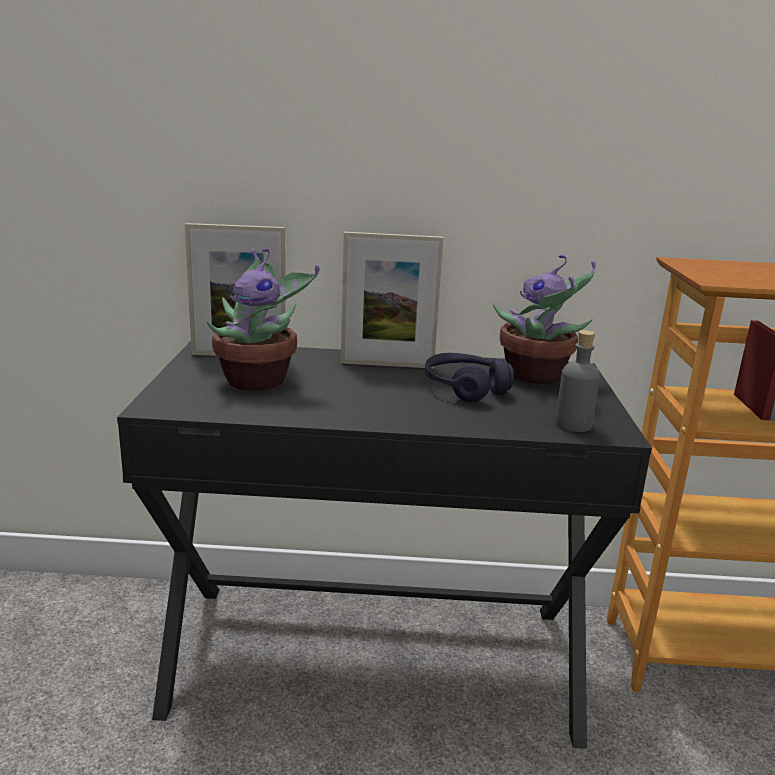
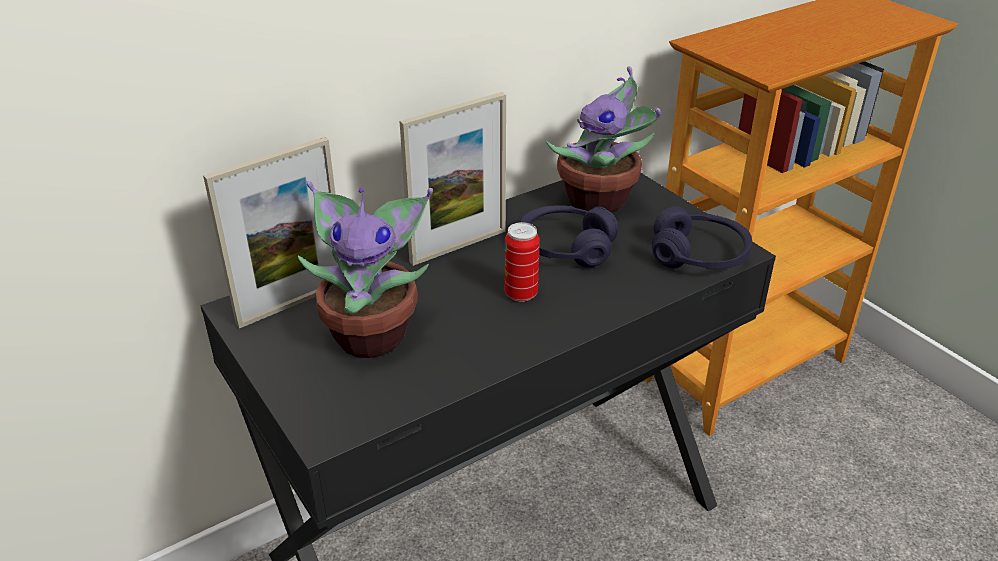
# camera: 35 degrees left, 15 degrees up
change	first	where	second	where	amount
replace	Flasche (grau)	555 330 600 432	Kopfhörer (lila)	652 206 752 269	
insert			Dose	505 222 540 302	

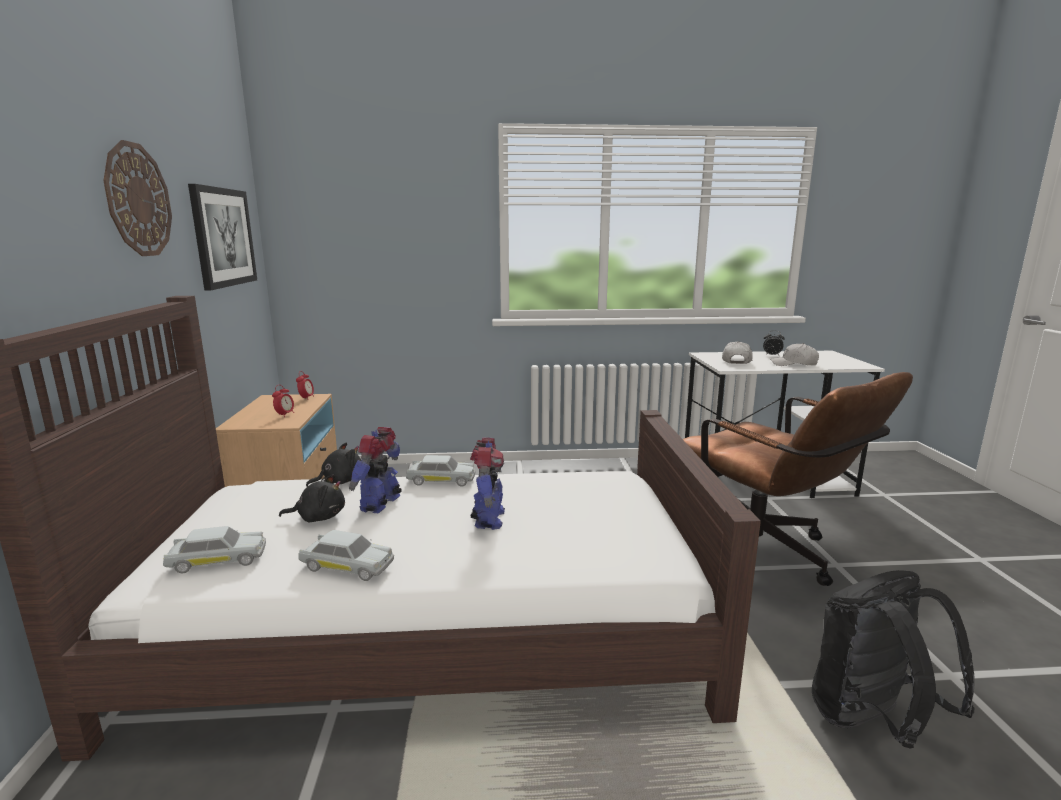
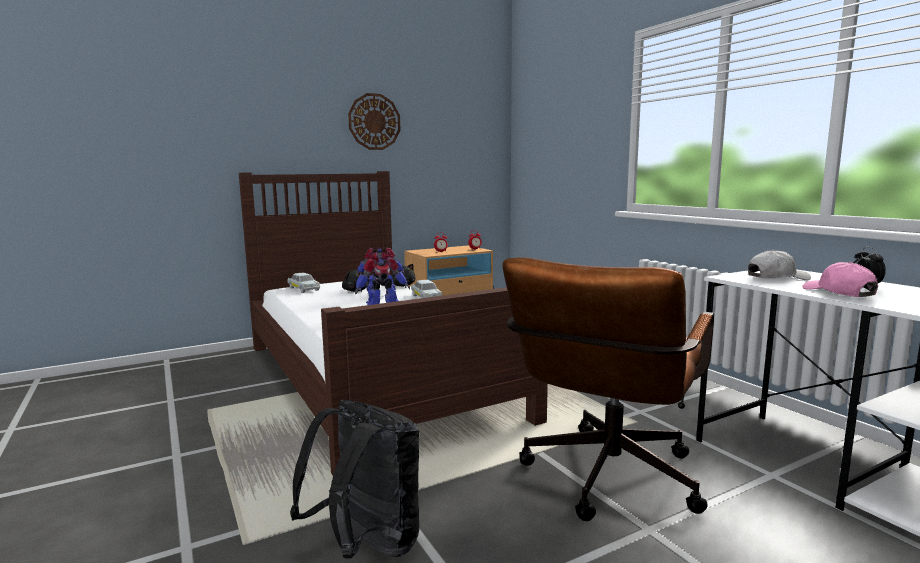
# camera: 65 degrees right, 5 degrees down
change	first	where	second	where	amount
delete	Bild	188 184 257 290			
recolor	Kappe (weiß)	770 343 819 366	Kappe (rosa)	803 262 878 297	
delete	Spielzeugauto (weiß)	298 530 394 581			

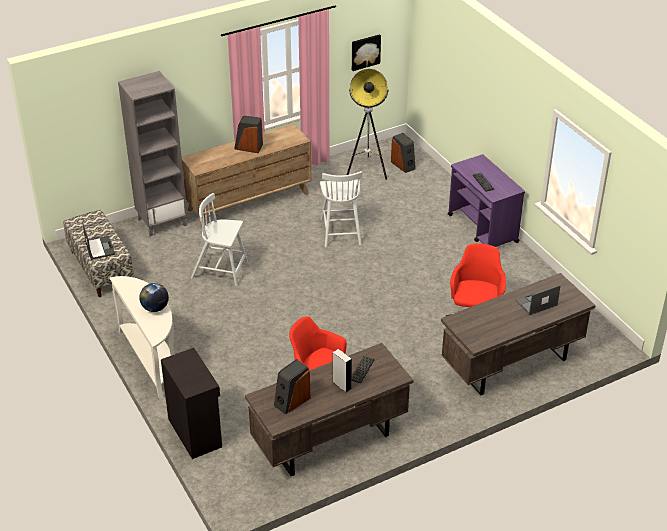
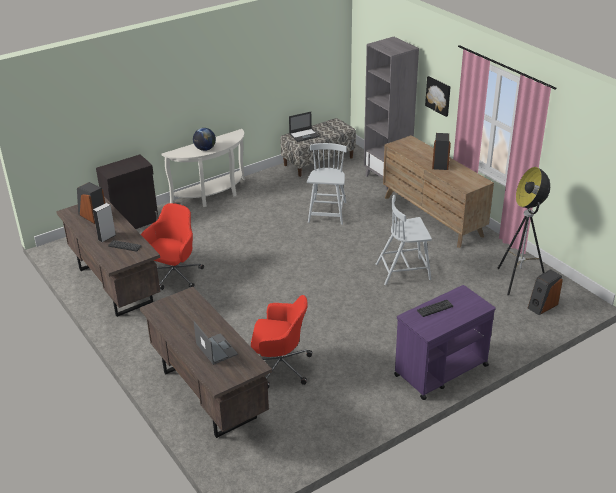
# camera: 85 degrees right, 5 degrees down
change	first	where	second	where	amount
move	Bild	352 34 381 71		425 76 450 117	

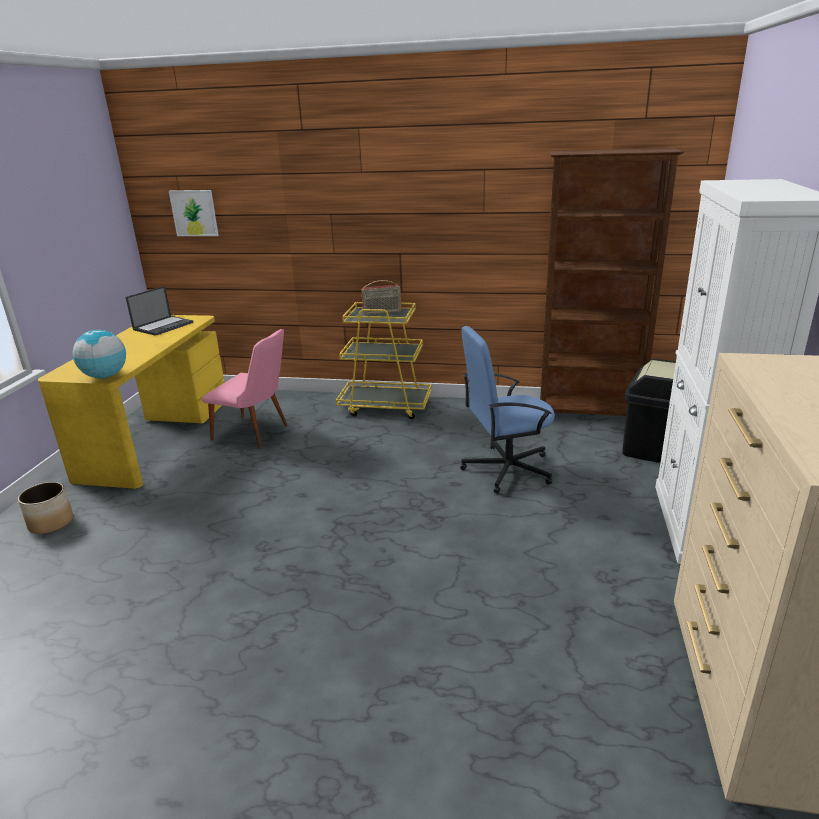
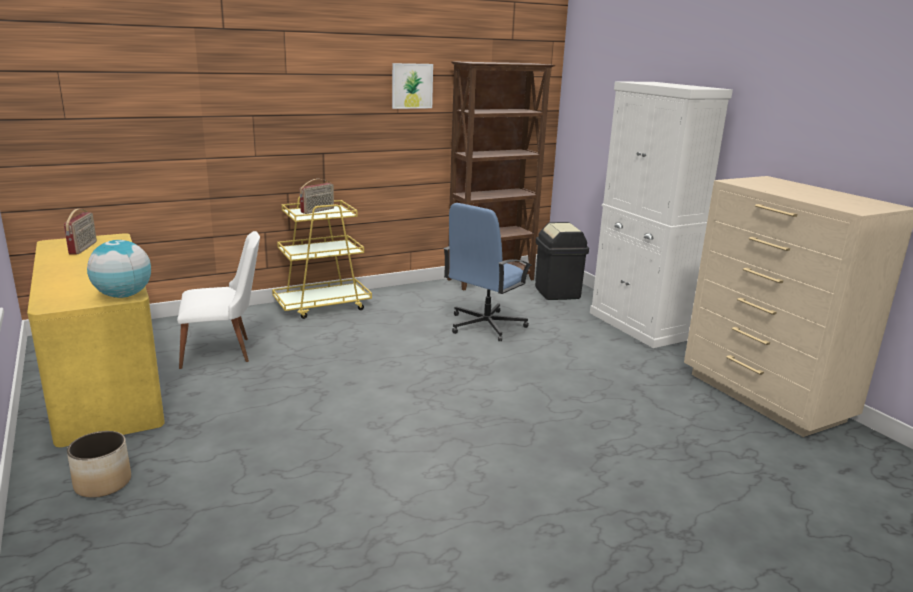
# camera: 40 degrees left, 5 degrees down
change	first	where	second	where	amount
move	Bild	169 190 219 236		392 63 433 109	
replace	Laptop	126 286 194 336	Radio	64 209 97 255	
recolor	Stuhl (rosa)	202 329 288 448	Stuhl (weiß)	177 231 260 369	

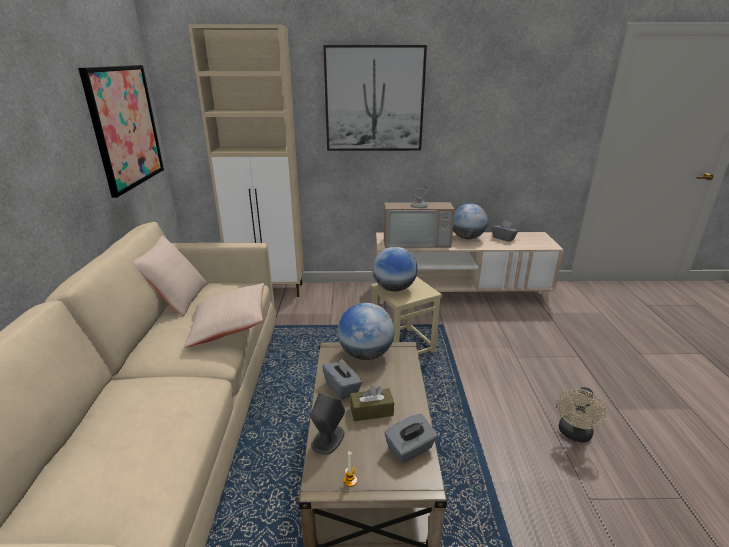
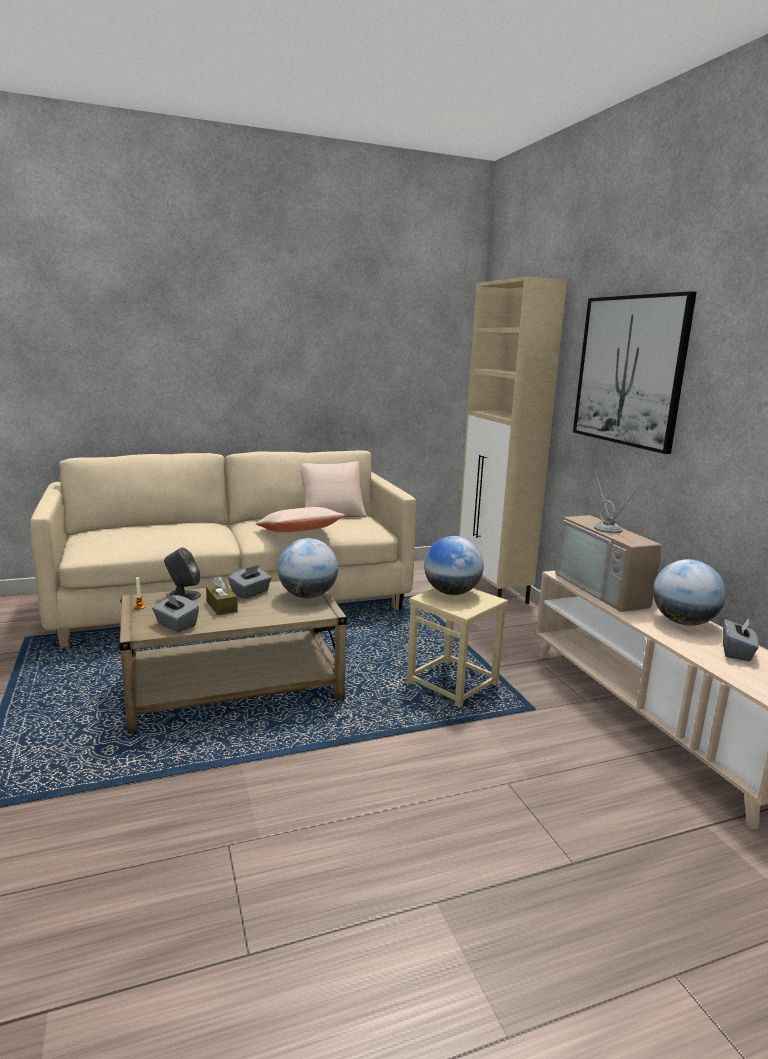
# camera: 70 degrees right, 10 degrees down
change	first	where	second	where	amount
delete	Bild	78 65 164 198			
delete	Ventilator (beige)	557 387 606 443			

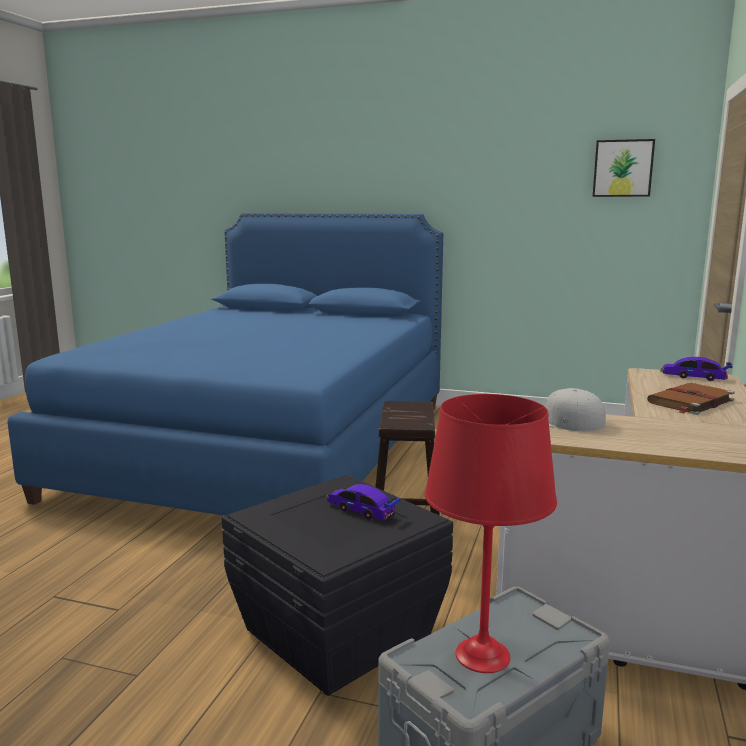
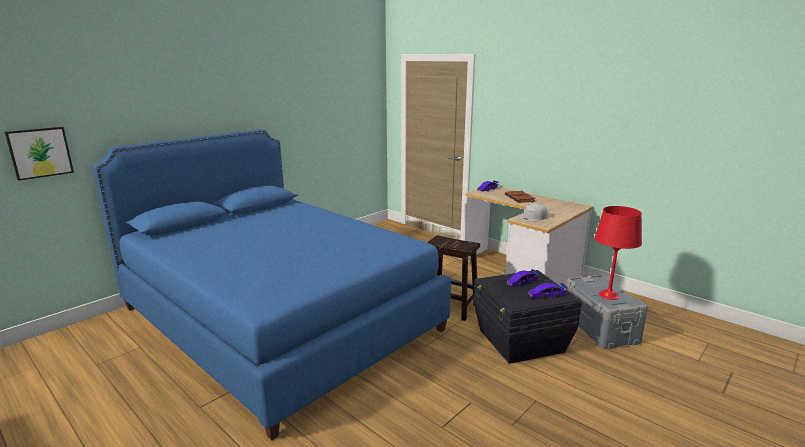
# camera: 65 degrees left, 5 degrees up
change	first	where	second	where	amount
move	Bild	593 139 655 197		5 127 74 181	
insert			Spielzeugauto	528 283 568 299	

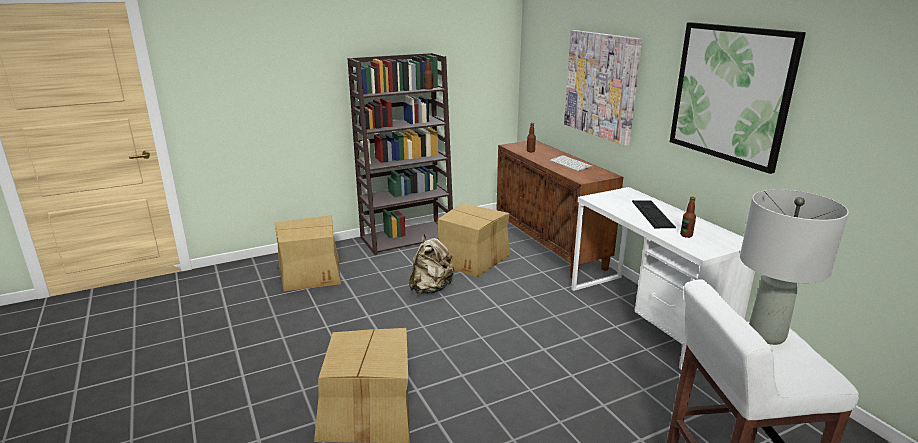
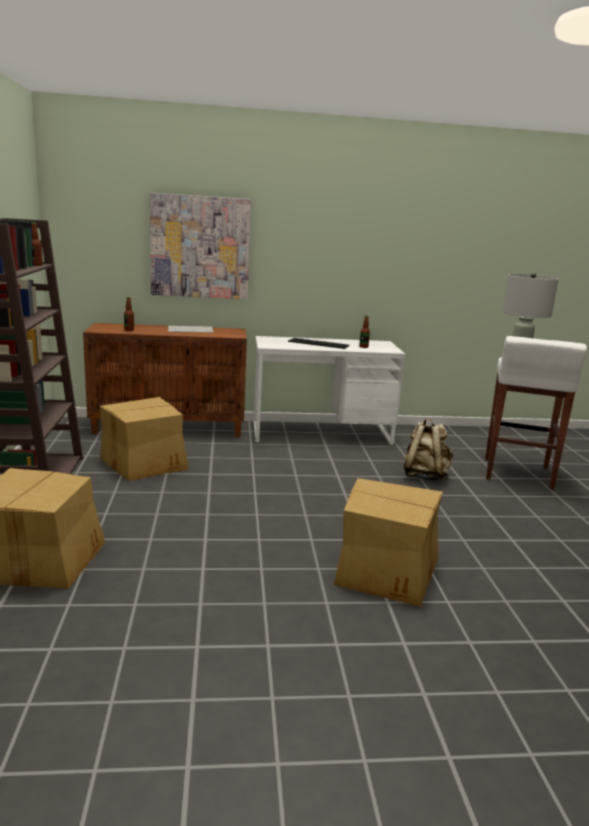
# camera: 70 degrees left, 5 degrees down
change	first	where	second	where	amount
delete	Bild	670 22 806 174			
move	Rucksack (beige)	409 234 454 294		404 418 453 481	

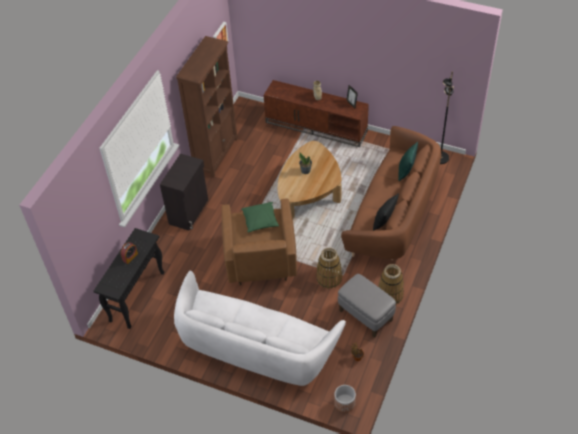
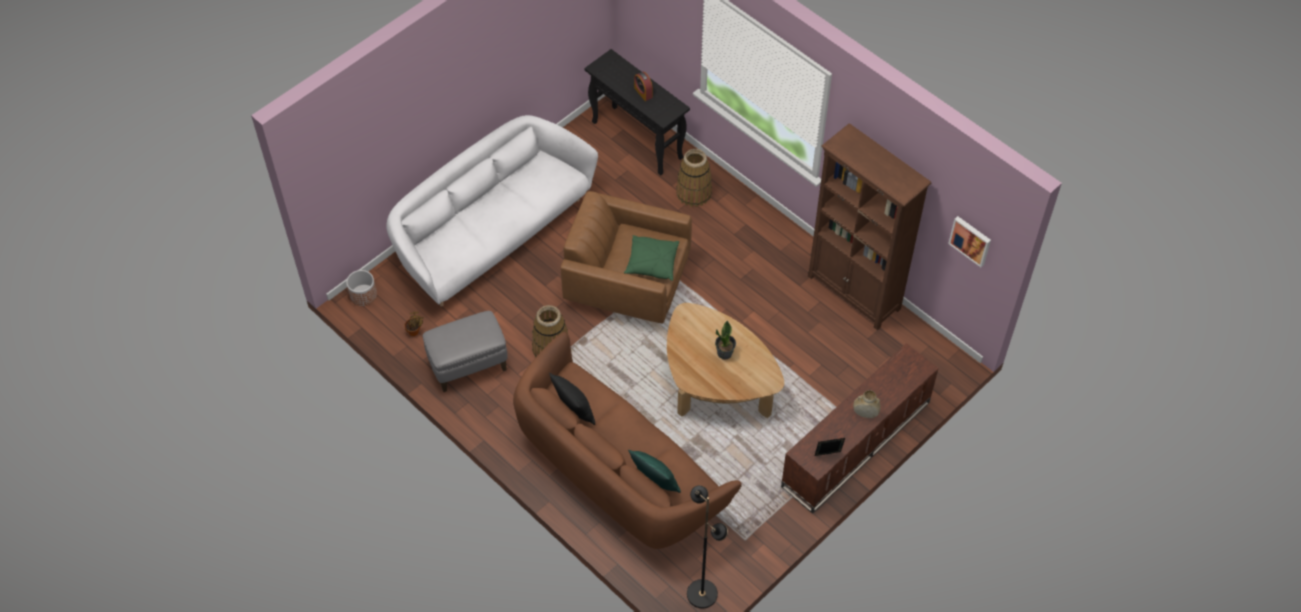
# camera: 110 degrees right, 5 degrees up
change	first	where	second	where	amount
delete	Schrank (schwarz)	160 153 208 231			
move	Korb	379 264 404 304		676 149 712 207	

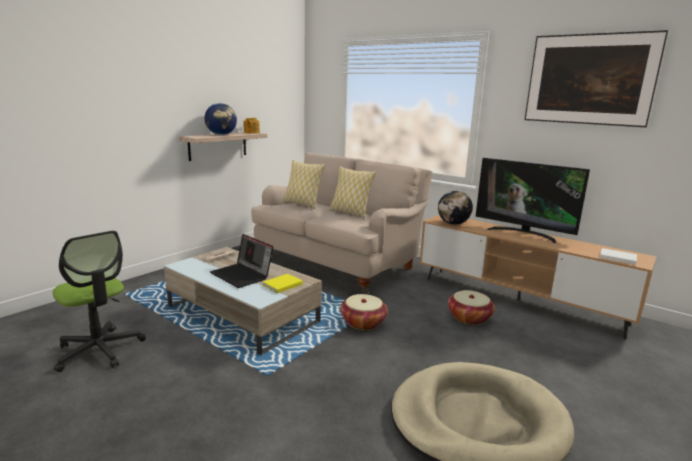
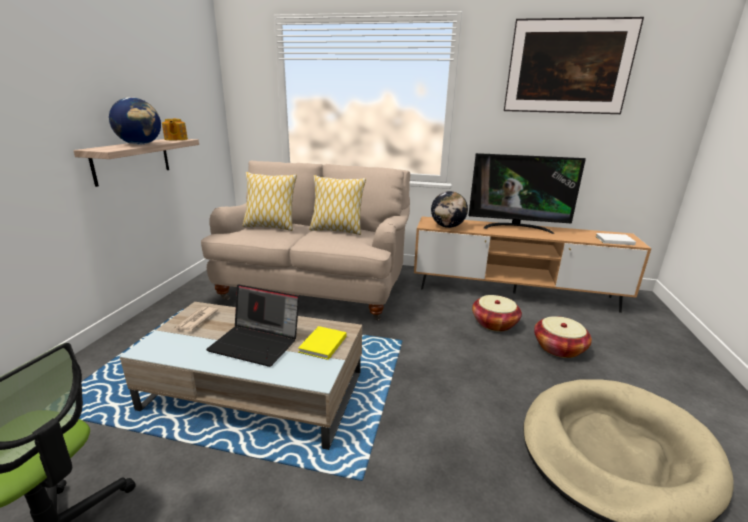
# camera: 25 degrees left, 5 degrees up
change	first	where	second	where	amount
move	Korb	340 294 387 330		534 316 592 358	

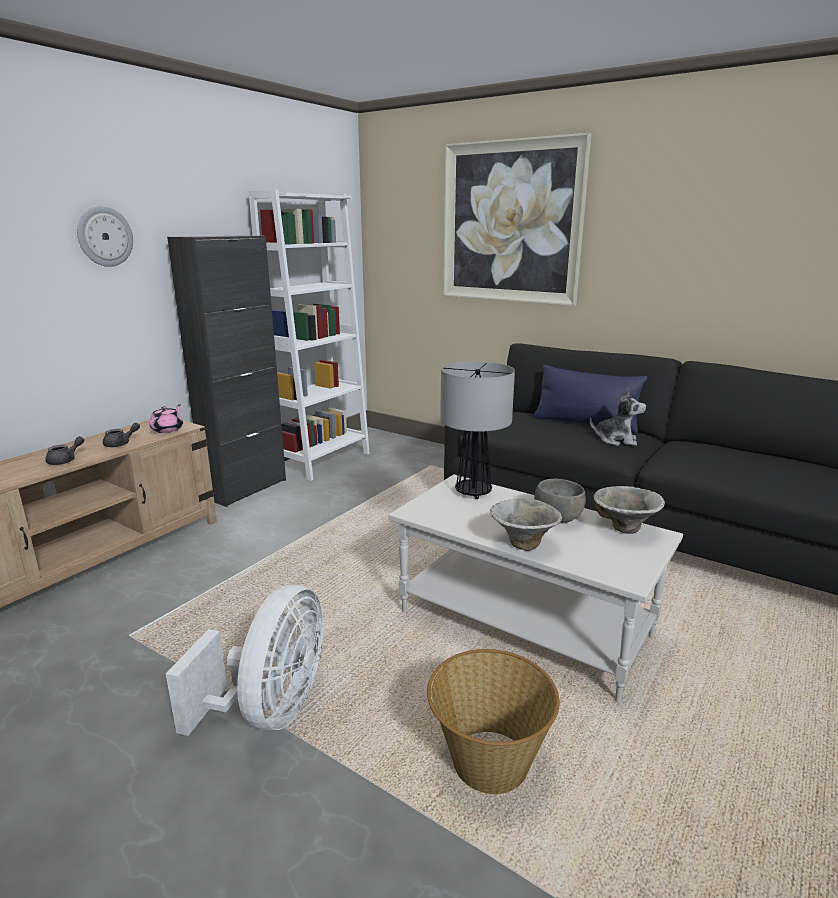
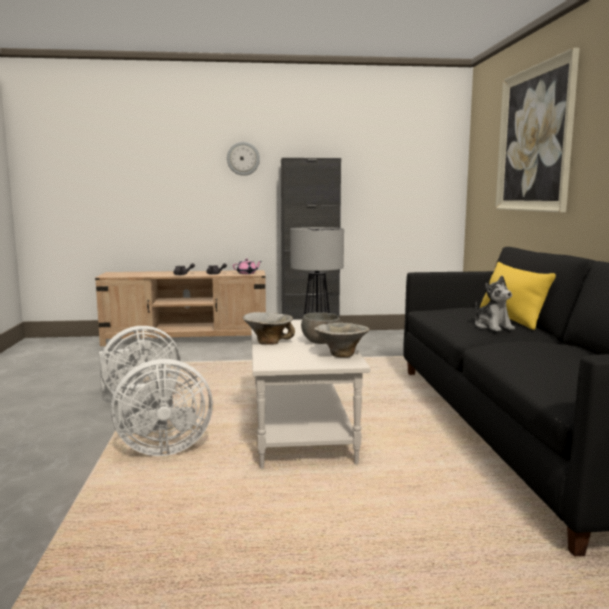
# camera: 50 degrees right, 10 degrees down
change	first	where	second	where	amount
delete	Bücherregal (weiß)	249 190 370 481			
recolor	Kissen (blau)	534 365 647 433	Kissen (gelb)	480 262 556 330	
replace	Korb	427 649 559 794	Ventilator (weiß)	111 359 213 456	

